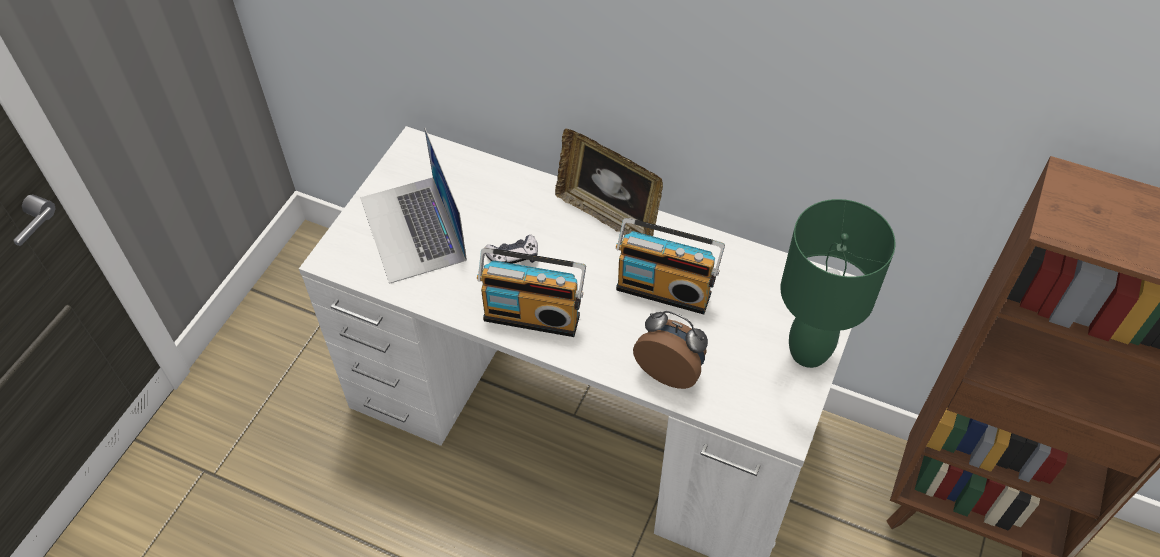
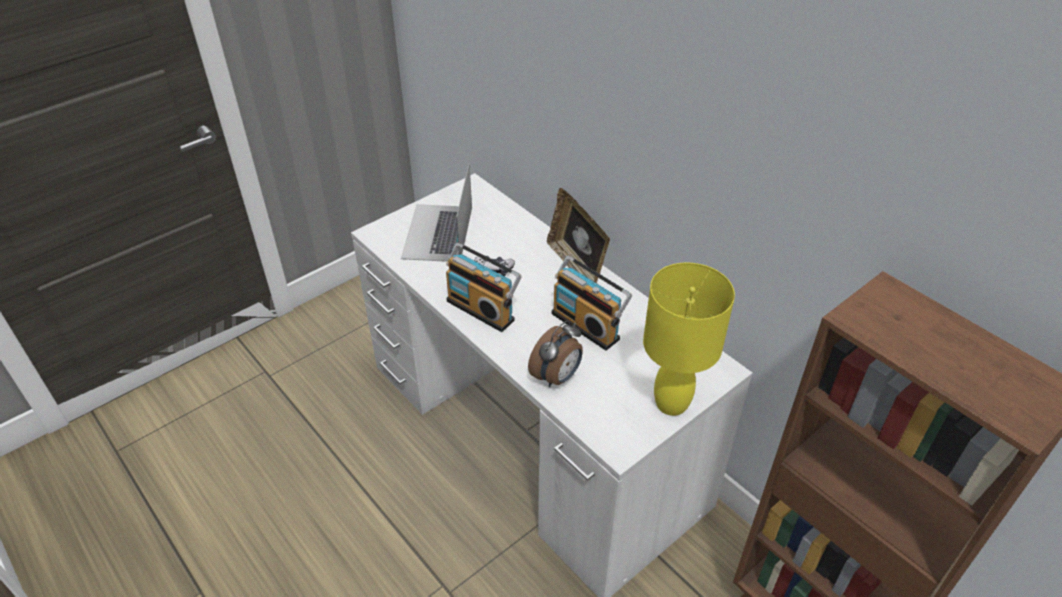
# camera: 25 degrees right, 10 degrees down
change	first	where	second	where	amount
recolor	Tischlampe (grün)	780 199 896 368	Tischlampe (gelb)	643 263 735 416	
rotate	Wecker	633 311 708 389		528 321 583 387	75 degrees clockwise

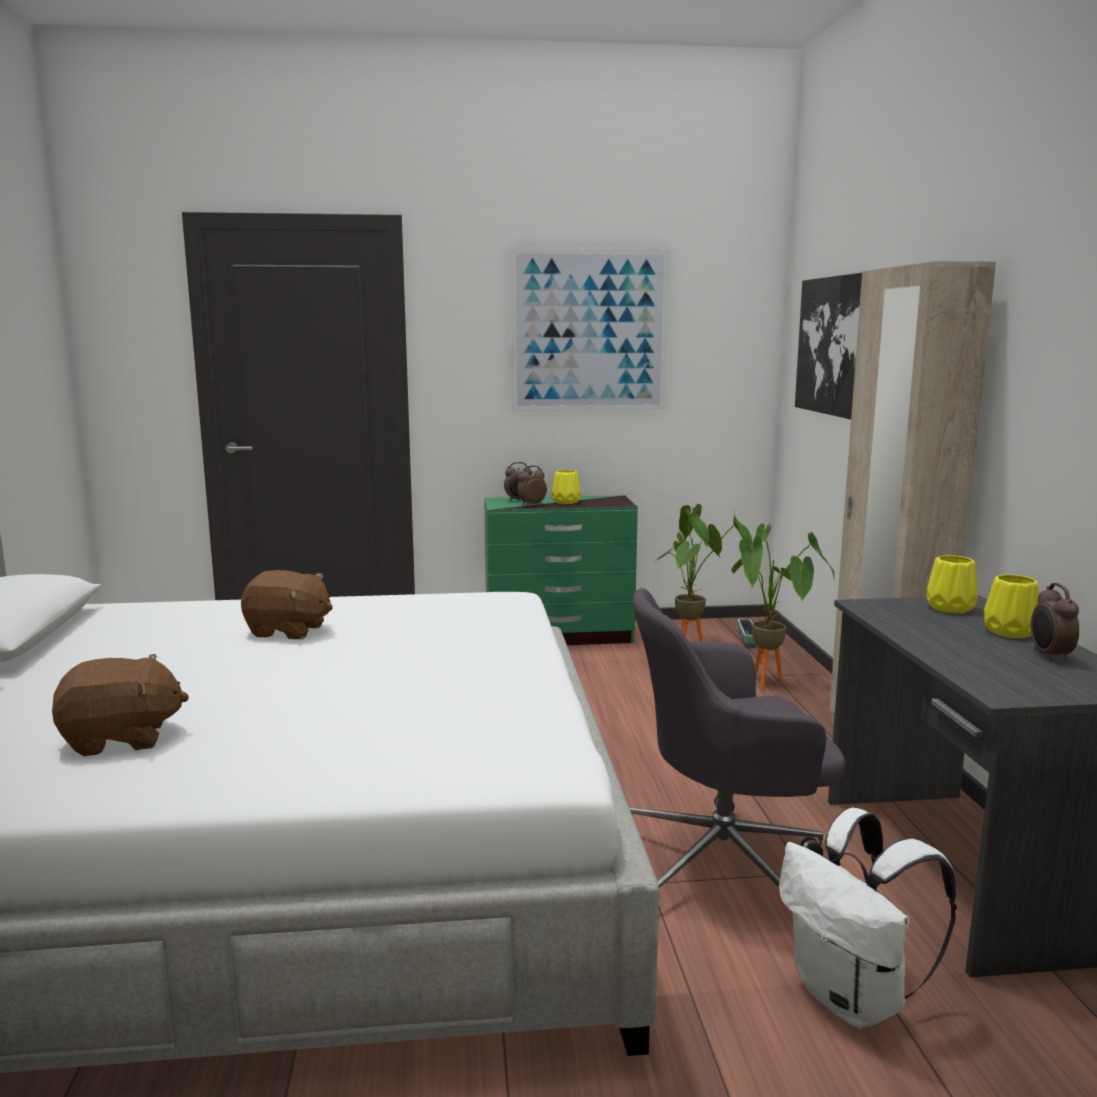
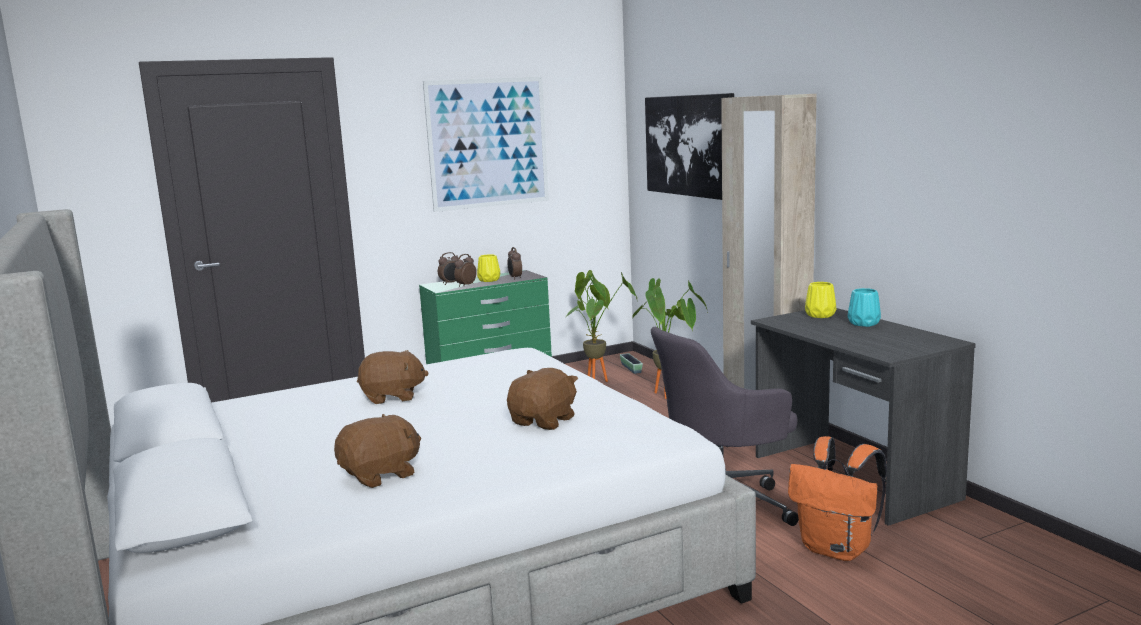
# camera: 20 degrees left, 0 degrees up
change	first	where	second	where	amount
recolor	Vase (gelb)	984 574 1039 638	Vase (türkis)	848 288 881 327	
move	Wecker	1031 583 1079 662		508 247 522 279	
recolor	Rucksack (weiß)	779 808 957 1028	Rucksack (orange)	788 436 887 561	
insert			Plüschtier (braun)	507 368 578 430	

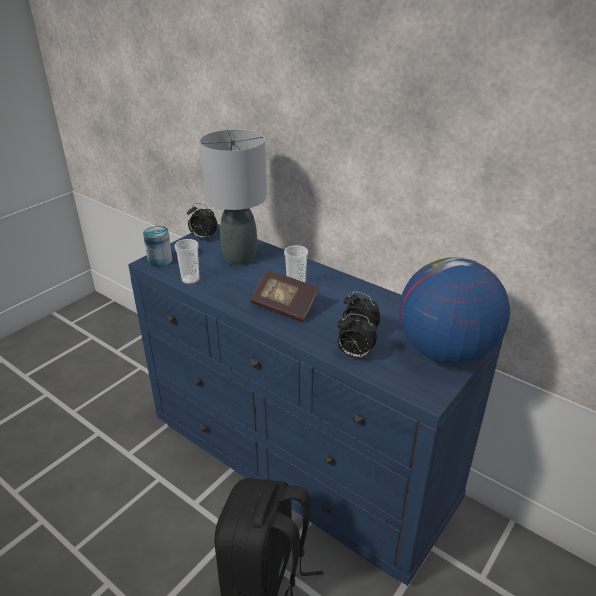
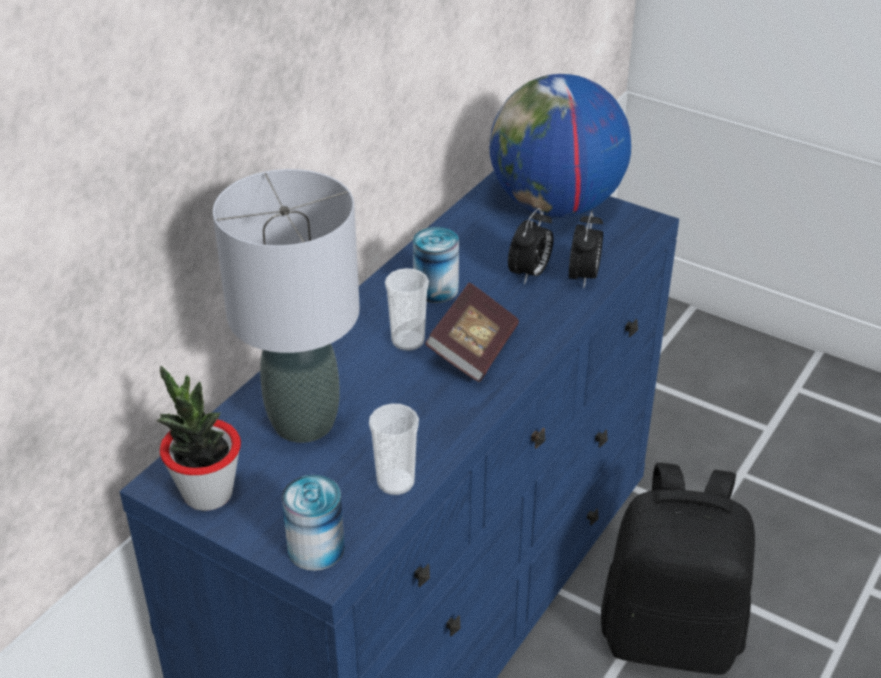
# camera: 95 degrees left, 5 degrees up
change	first	where	second	where	amount
replace	Wecker	187 203 218 240	Topfpflanze	157 366 241 511	
insert			Dose	413 227 459 303	

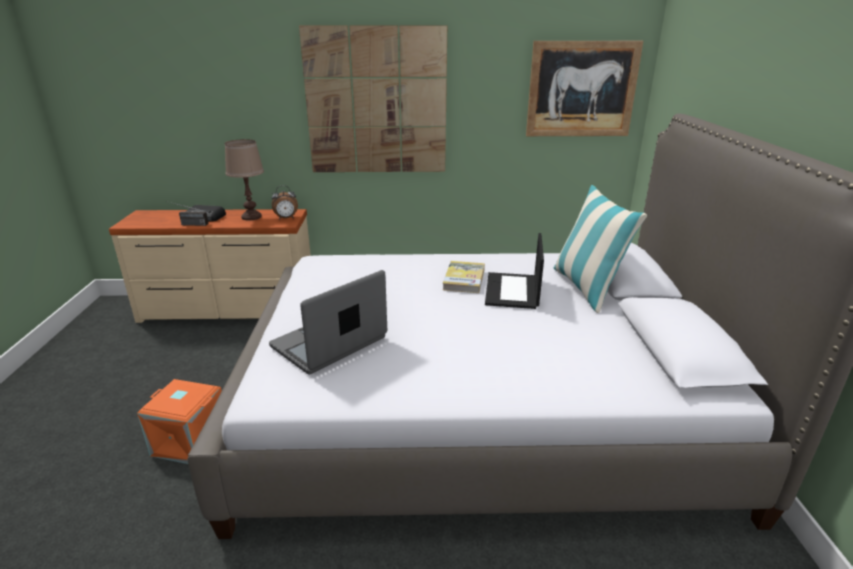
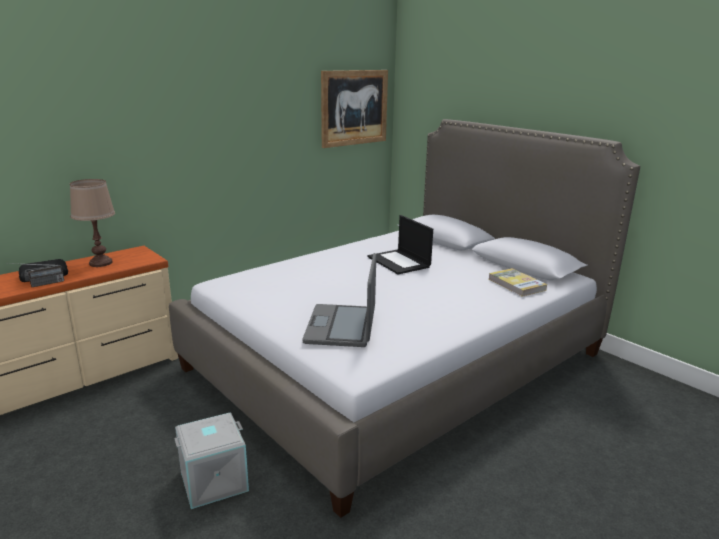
# camera: 40 degrees left, 5 degrees down
change	first	where	second	where	amount
delete	Bild	299 26 447 172			
delete	Wecker	272 185 298 220			
delete	Kissen	554 185 647 313			
move	Buch	443 261 485 293		488 268 547 297	
recolor	Aufbewahrungsbox (orange)	137 379 222 464	Aufbewahrungsbox (grau)	174 413 249 509	

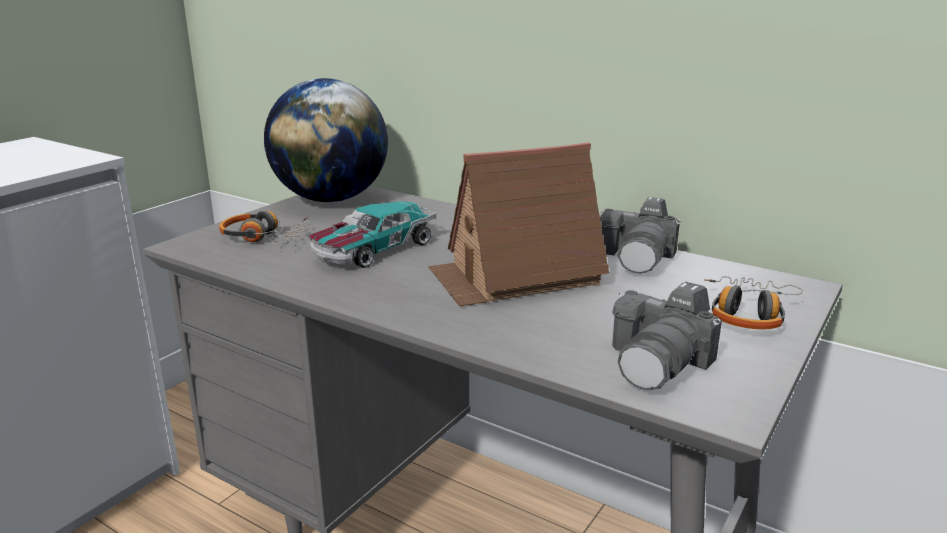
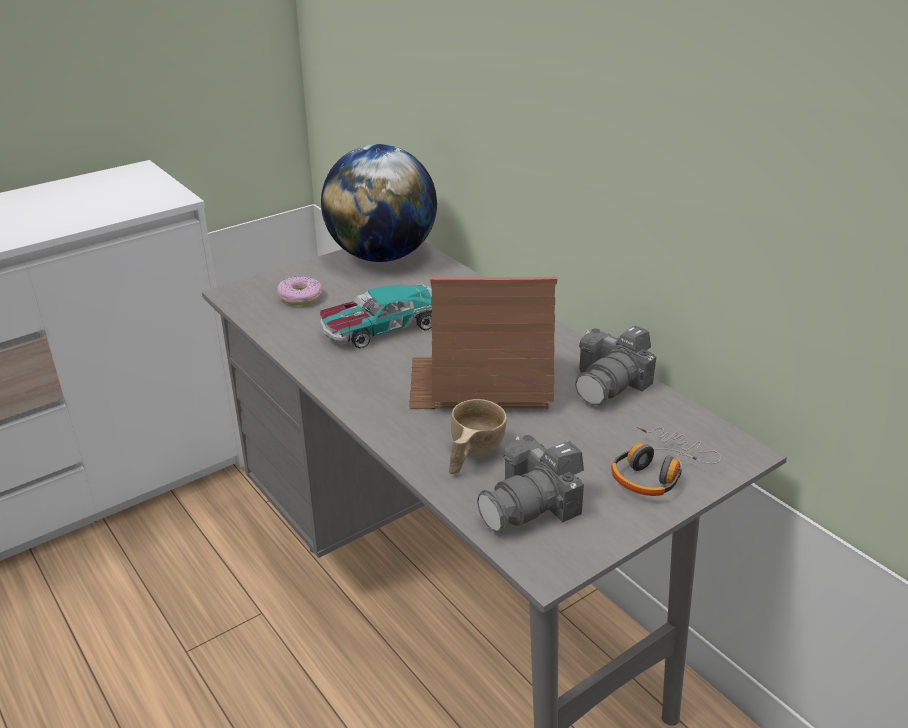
# camera: 20 degrees right, 10 degrees up
change	first	where	second	where	amount
replace	Kopfhörer	219 211 312 244	Donut	277 276 322 306	
insert			Tasse (beige)	449 399 507 474	

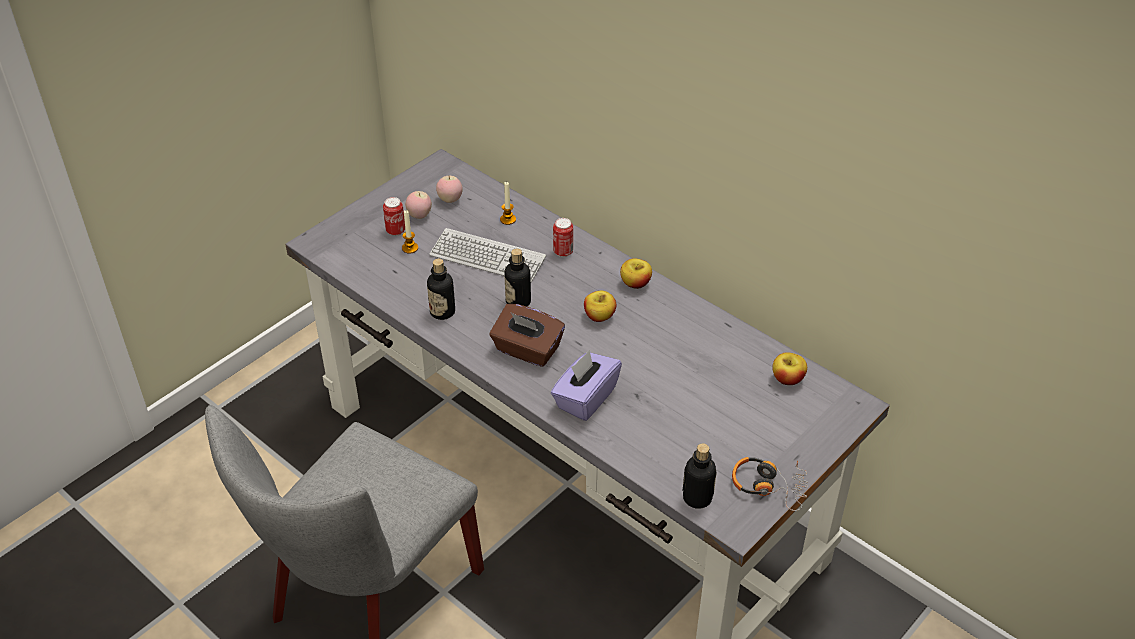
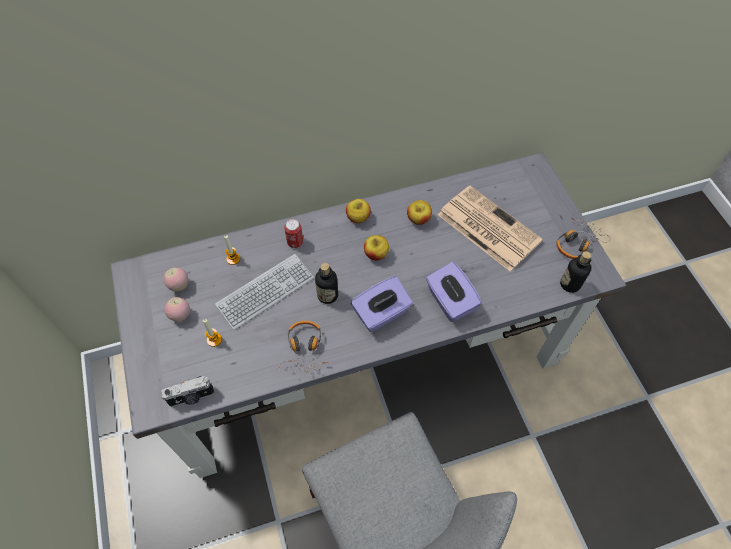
# camera: 60 degrees left, 15 degrees up
change	first	where	second	where	amount
delete	Dose	383 197 405 236			
replace	Flasche	427 259 455 320	Kopfhörer	279 321 328 375	
recolor	Taschentuchbox (braun)	490 304 565 367	Taschentuchbox (lila)	351 276 413 332	
move	Apfel	772 352 807 385		407 200 432 225	
insert			Zeitung	438 186 543 271	
insert			Kamera	162 376 214 407	

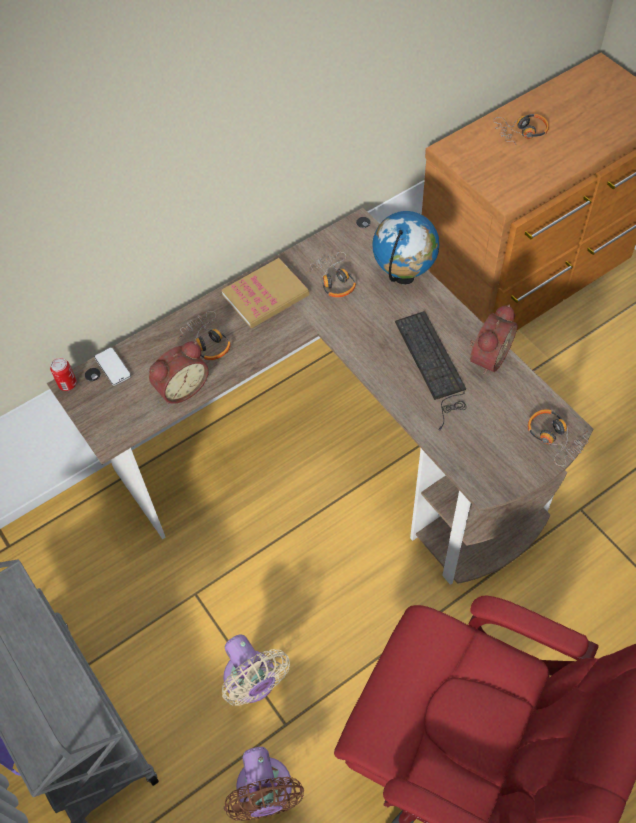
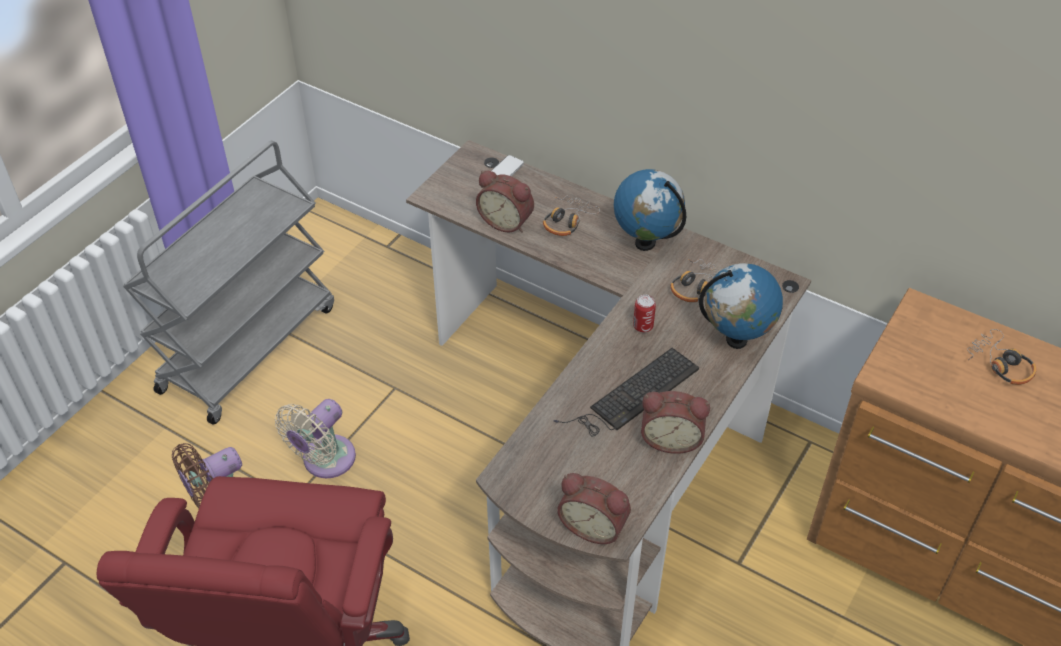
# camera: 65 degrees right, 10 degrees down
change	first	where	second	where	amount
replace	Buch	222 258 309 328	Globus	614 169 686 251	
move	Dose	50 358 77 391		633 295 656 333	
replace	Kopfhörer	528 409 588 466	Wecker	557 473 631 544	

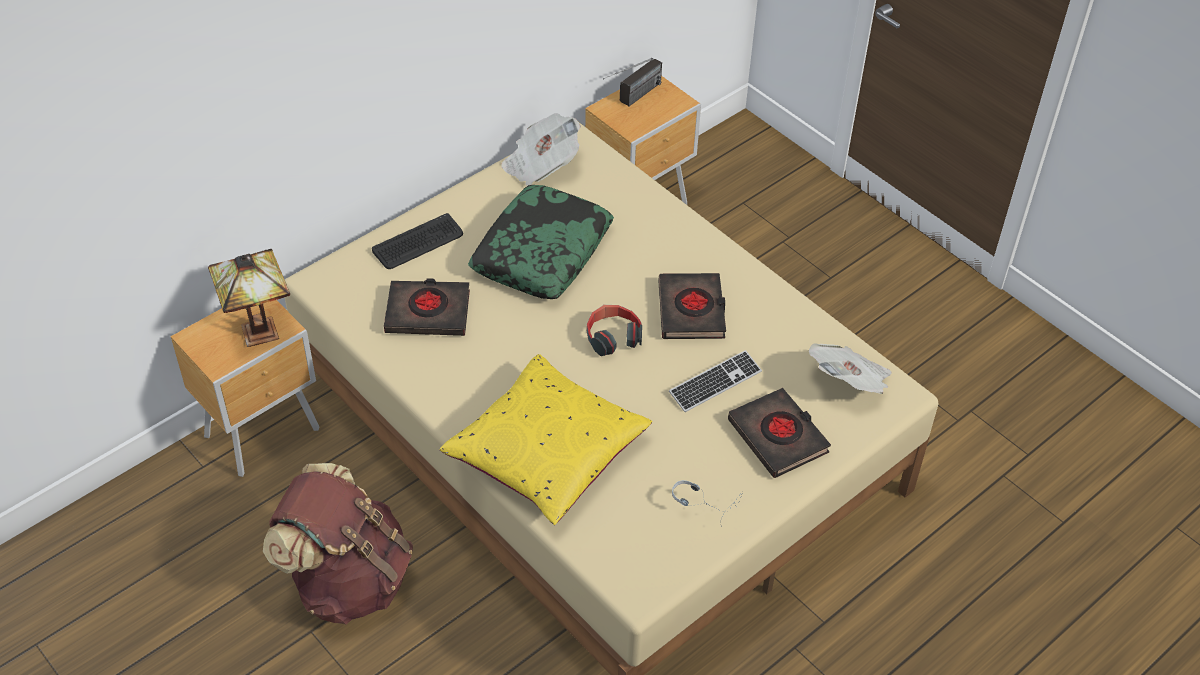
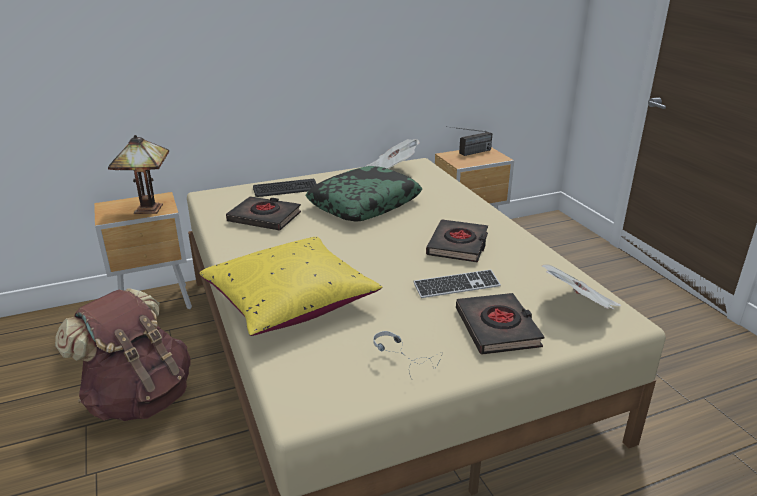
# camera: 20 degrees right, 20 degrees down
change	first	where	second	where	amount
delete	Kopfhörer	587 305 642 356			

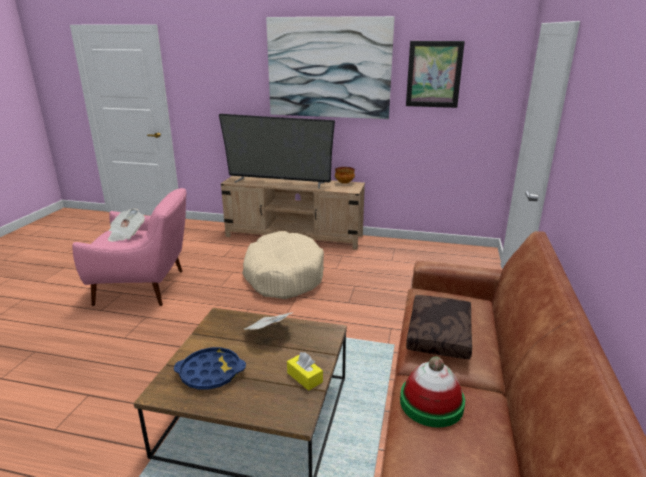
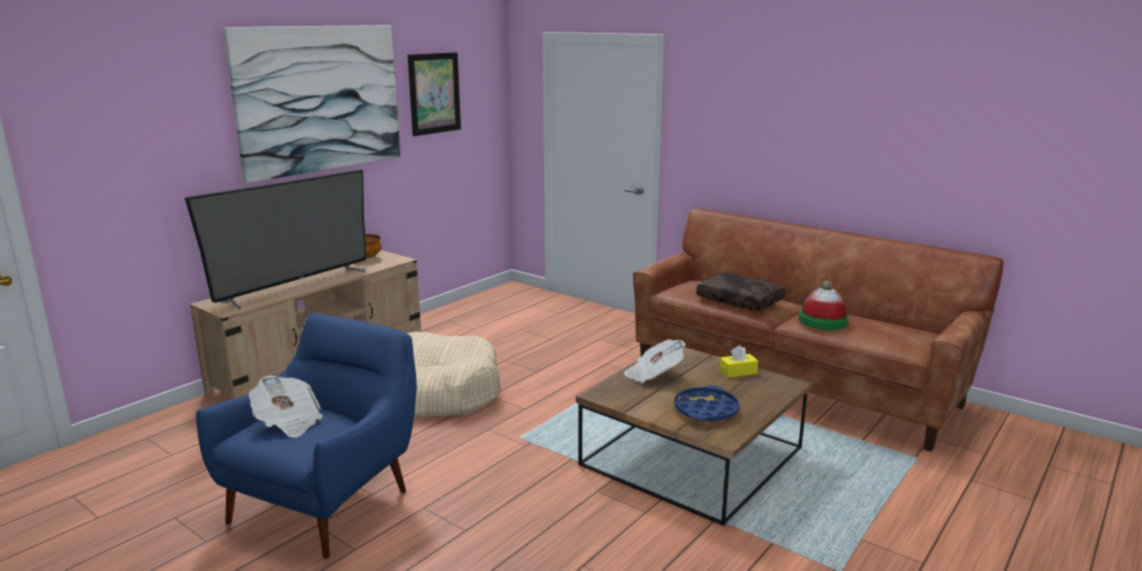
# camera: 65 degrees left, 5 degrees down
change	first	where	second	where	amount
recolor	Sessel (rosa)	72 188 186 306	Sessel (blau)	196 313 417 559	

